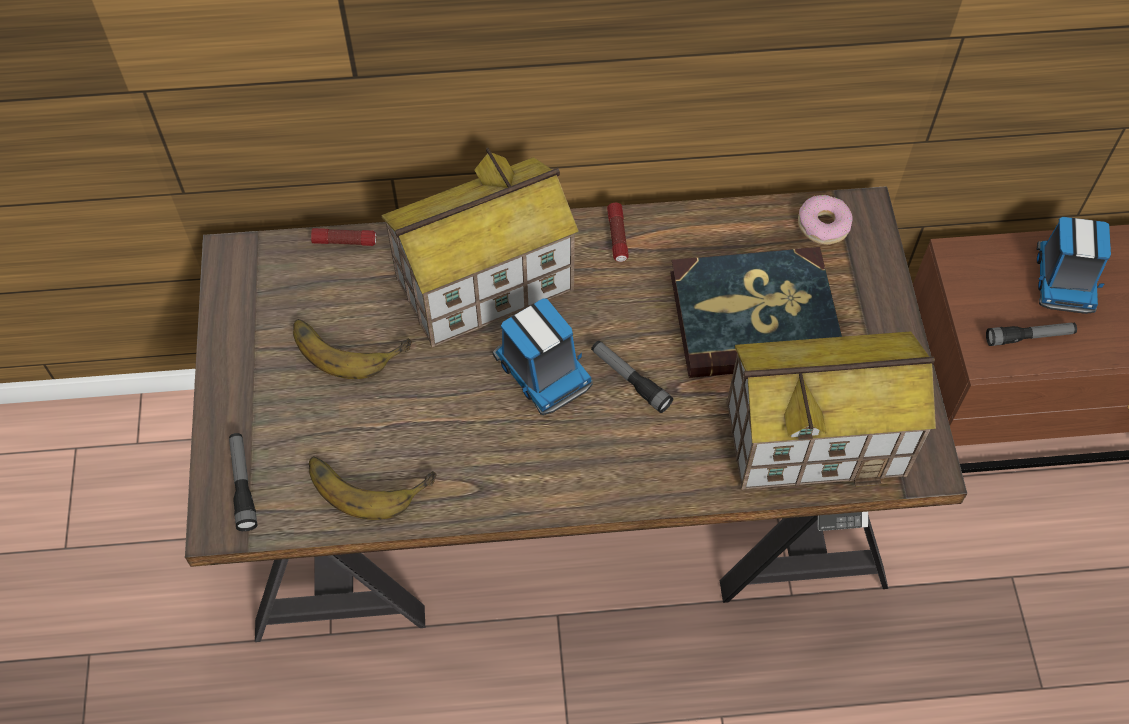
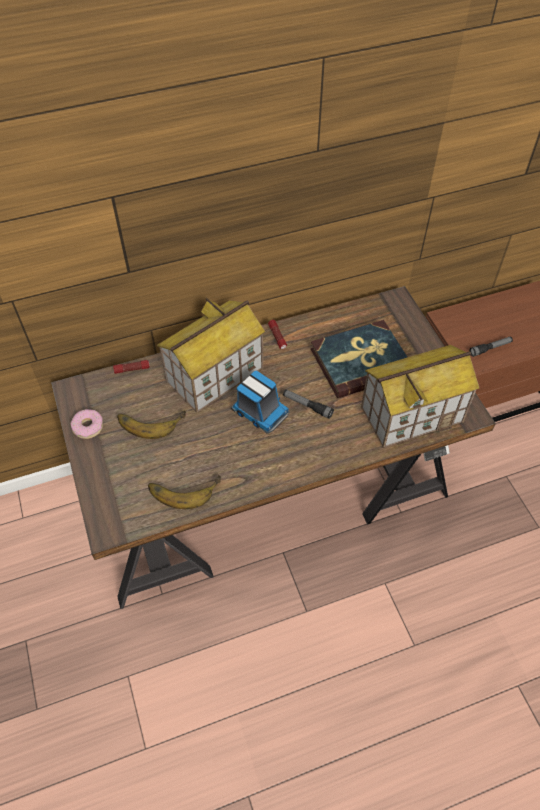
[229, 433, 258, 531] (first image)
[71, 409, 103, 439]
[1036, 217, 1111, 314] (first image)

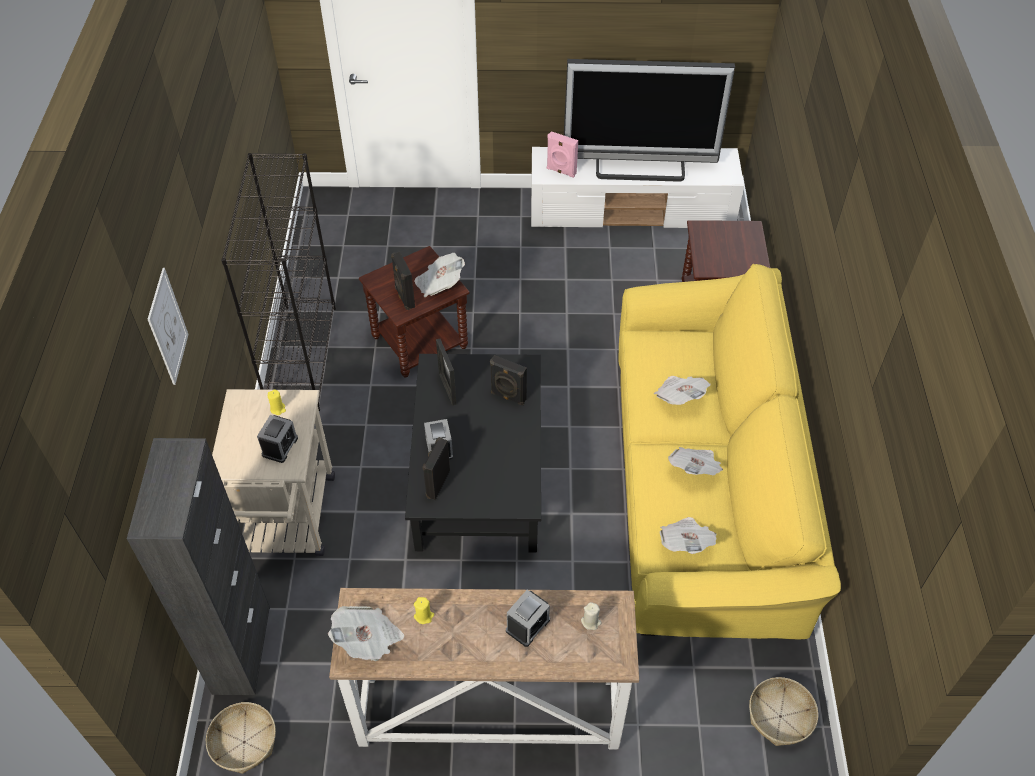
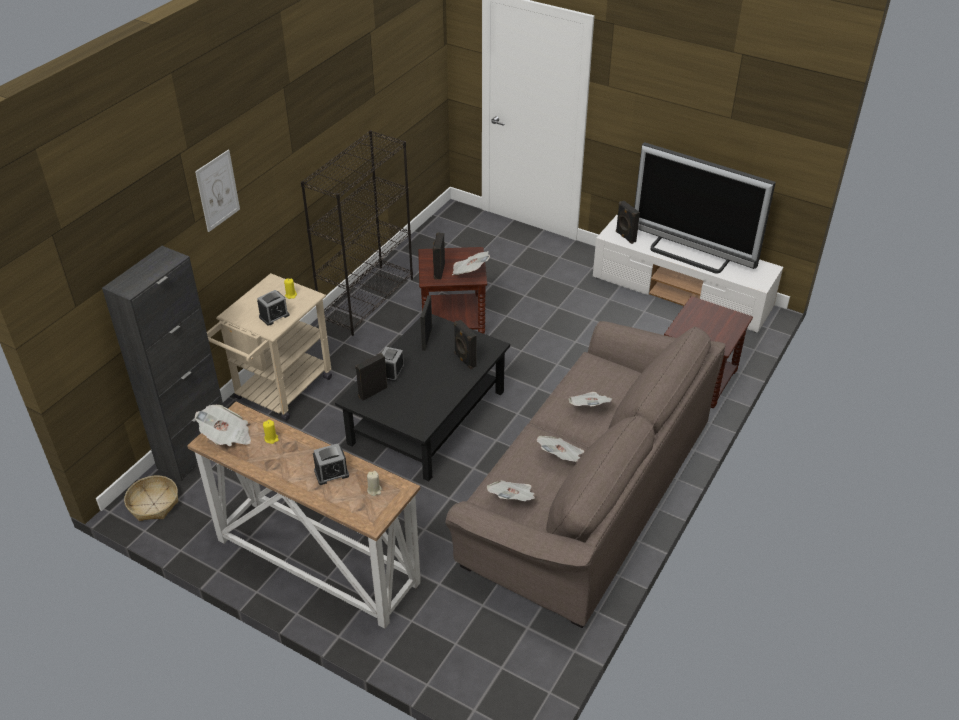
[616, 201, 640, 244]
[446, 321, 726, 628]
[749, 677, 818, 746] (first image)

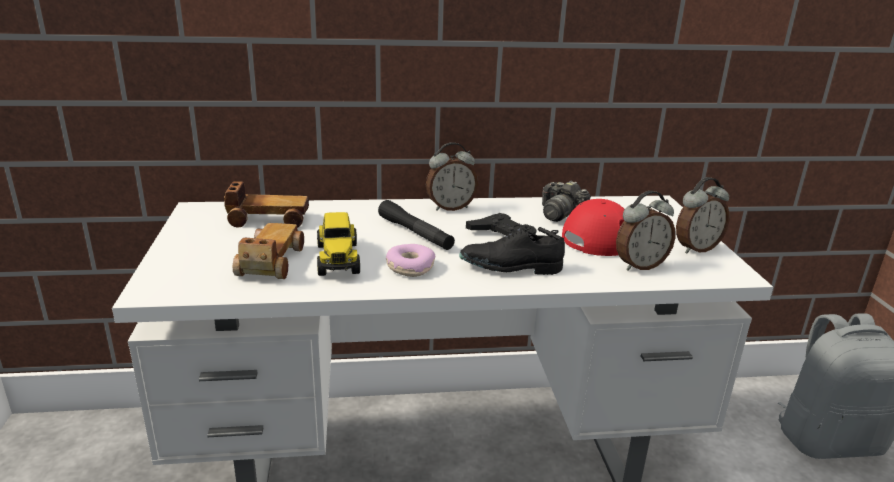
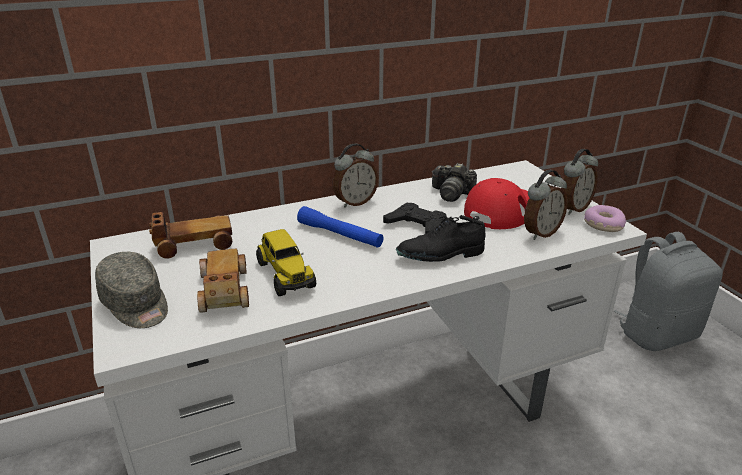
[297, 206, 383, 248]
[584, 205, 626, 232]
[95, 252, 168, 328]

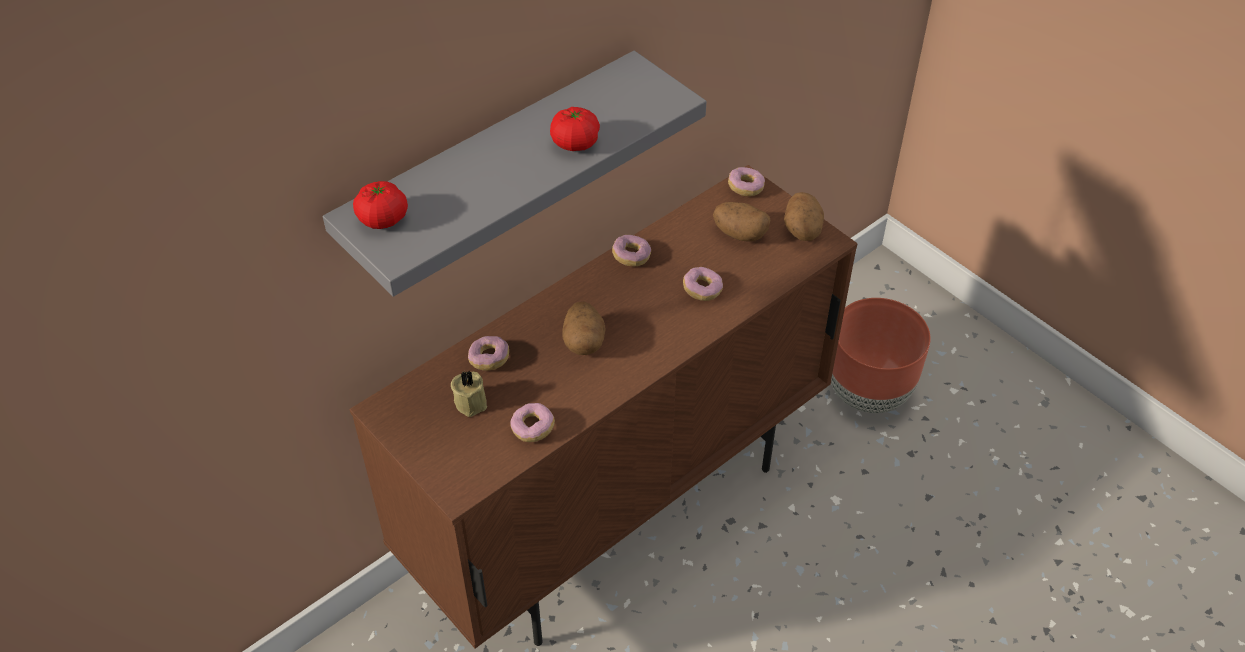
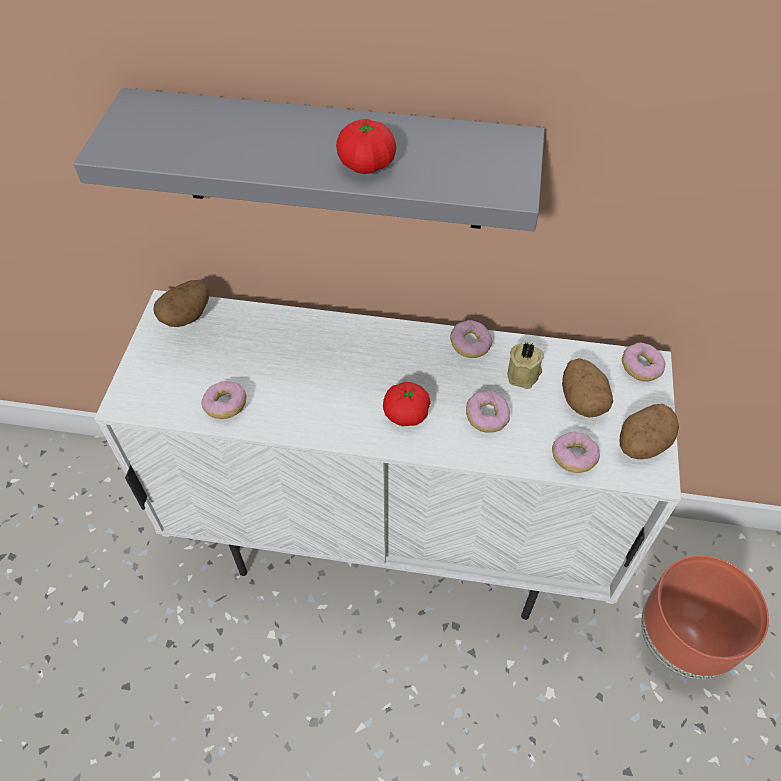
[94, 290, 681, 620]
[383, 382, 431, 426]
[507, 342, 544, 389]
[552, 432, 600, 473]
[153, 280, 210, 327]

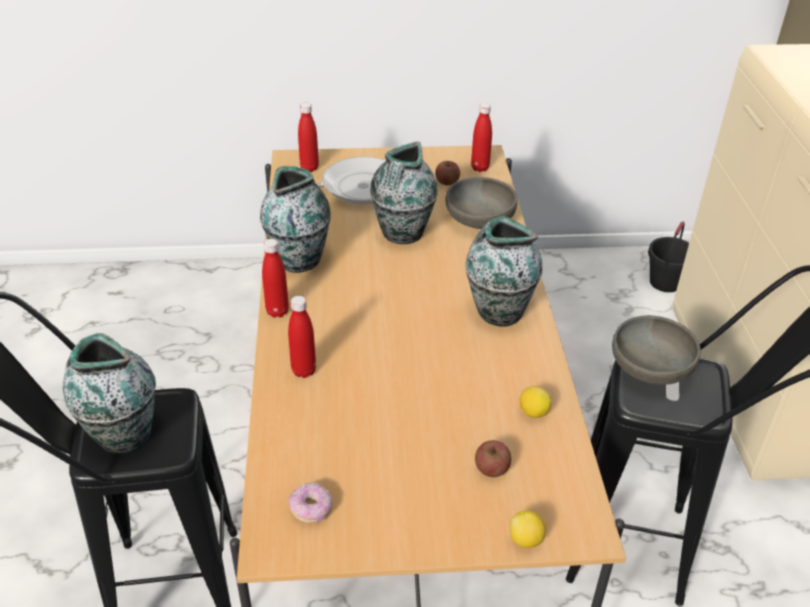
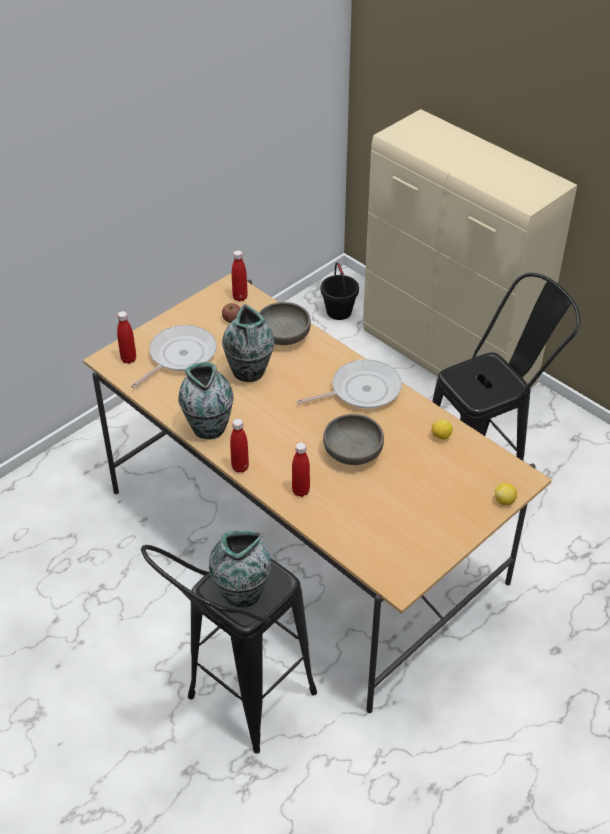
[289, 482, 333, 523] (first image)
[297, 359, 402, 409]
[475, 440, 511, 477] (first image)
[323, 414, 384, 465]

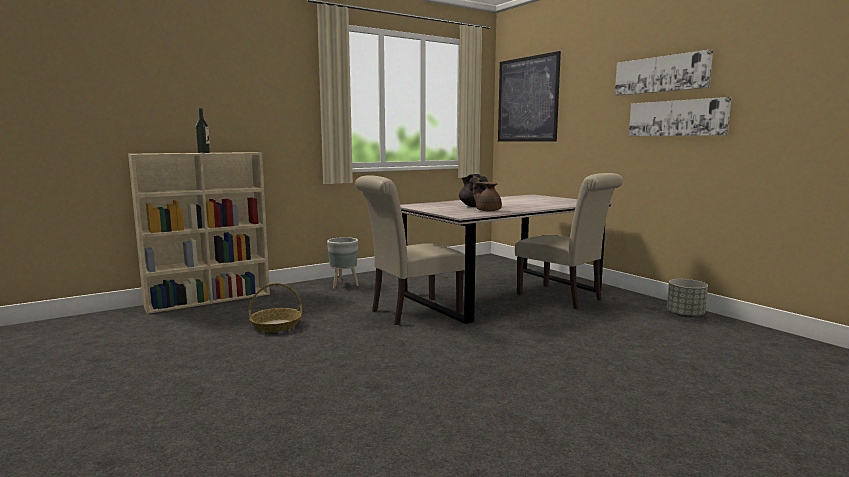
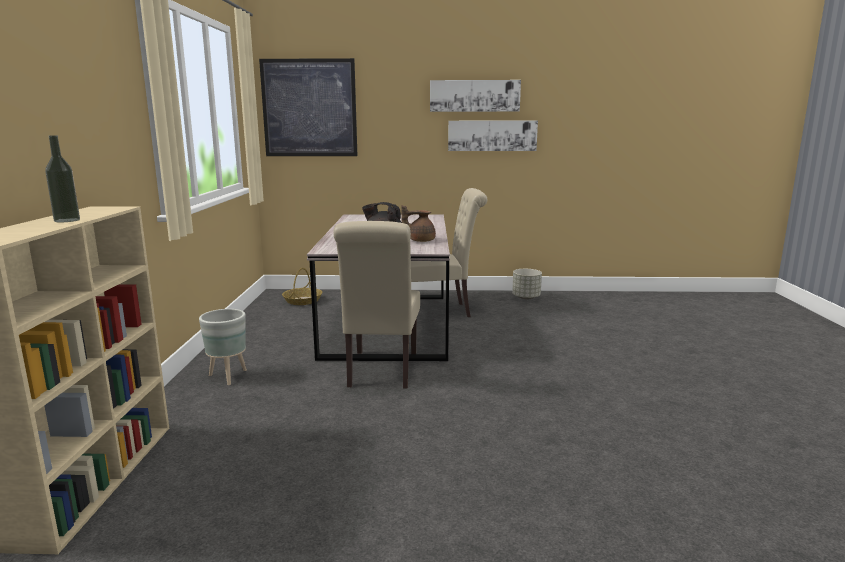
[282, 268, 322, 305]

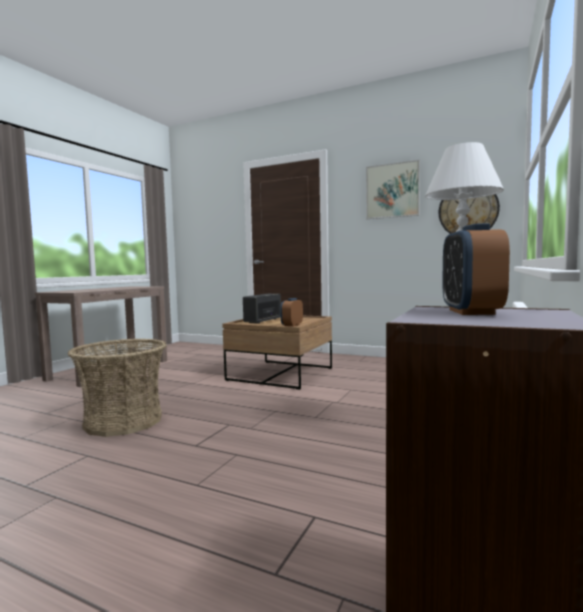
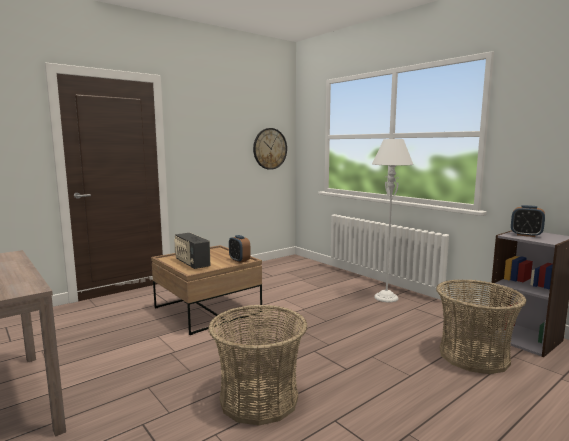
[366, 160, 420, 219] (first image)
[436, 279, 527, 374]

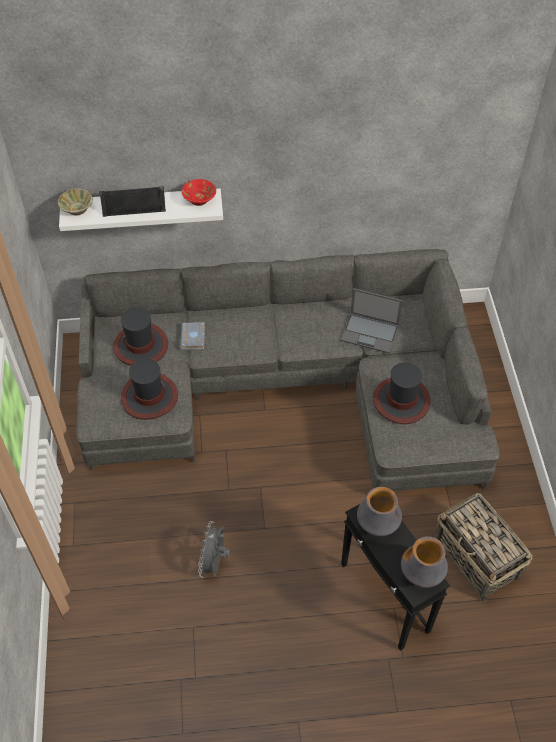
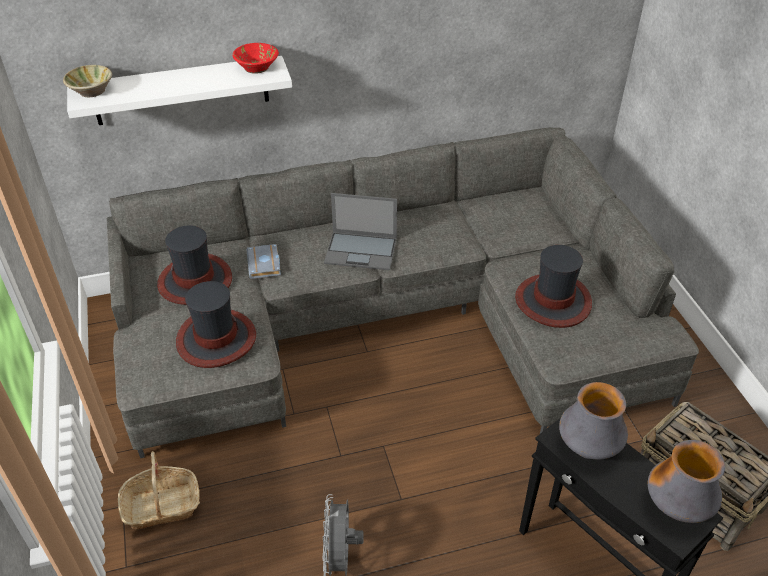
[99, 186, 166, 217] (first image)
[324, 193, 397, 270]
[118, 451, 200, 529]

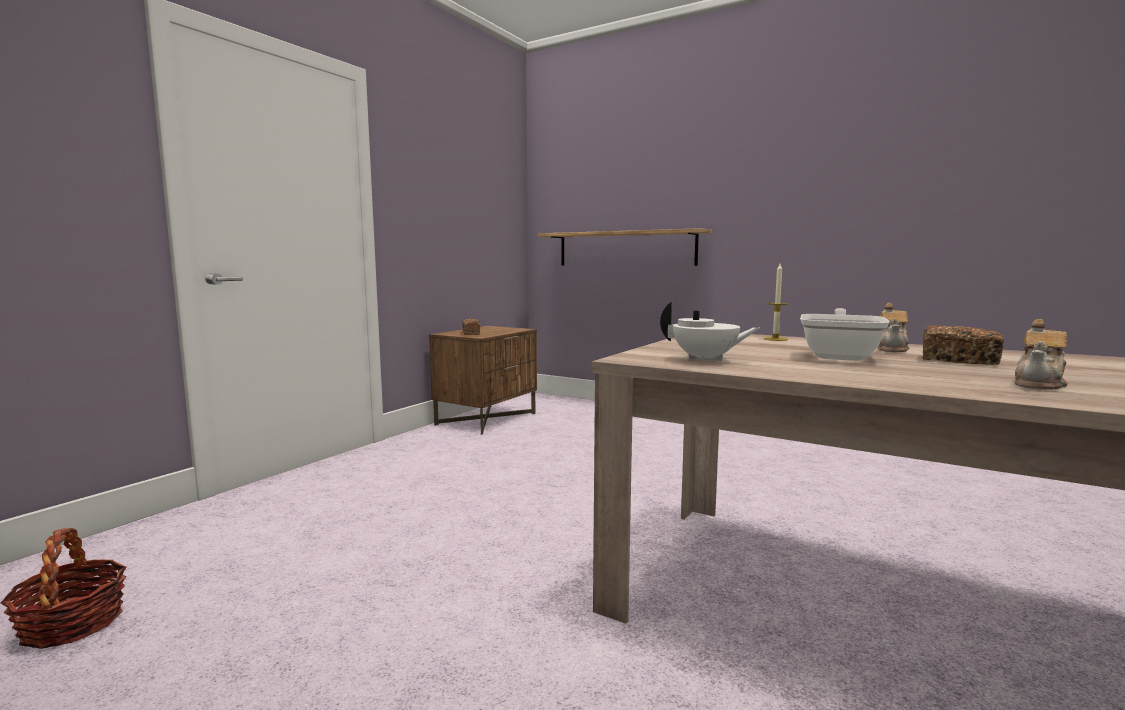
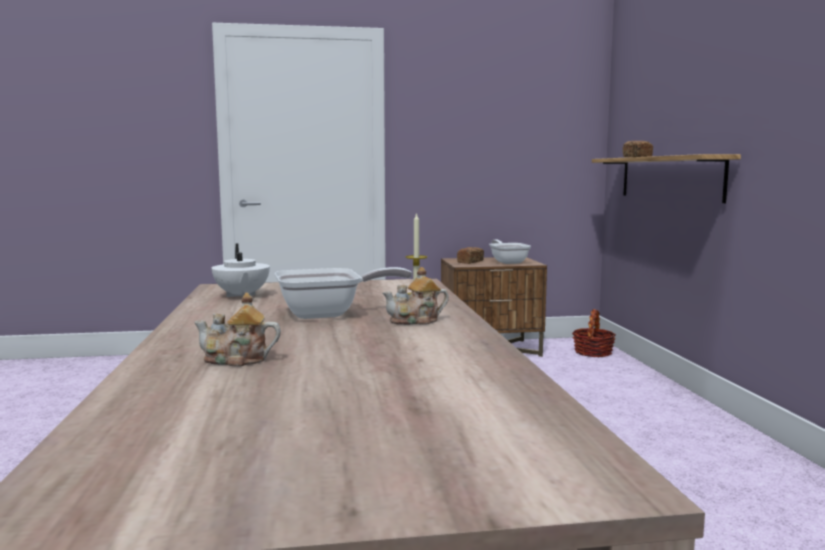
[572, 309, 616, 357]
[623, 141, 653, 157]
[489, 240, 531, 264]

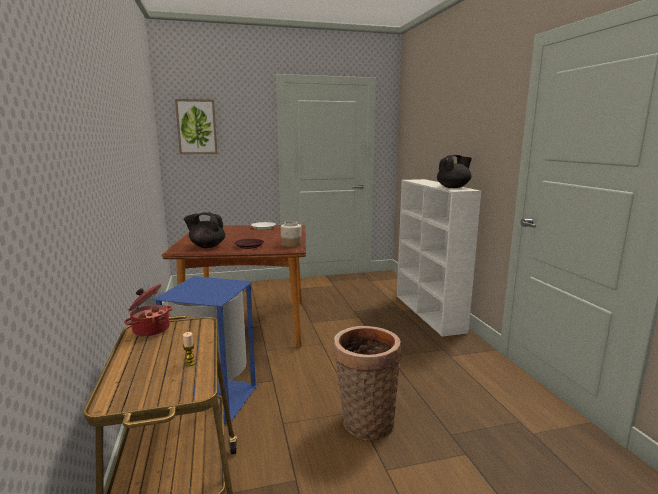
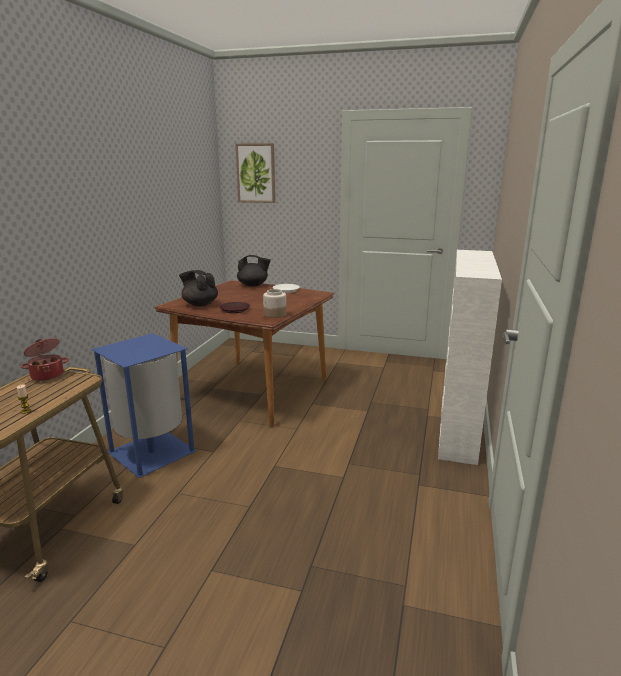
[334, 326, 401, 440] (first image)
[237, 255, 271, 287]

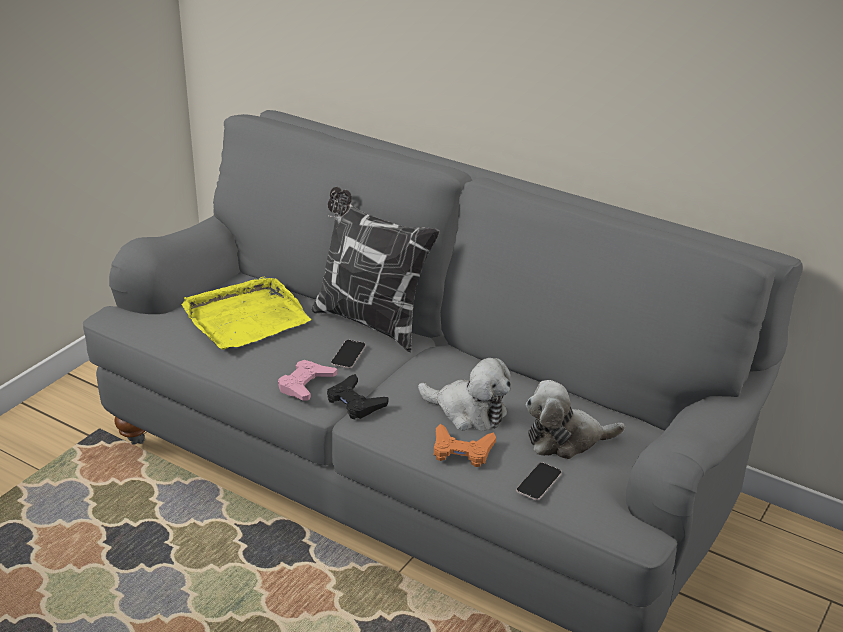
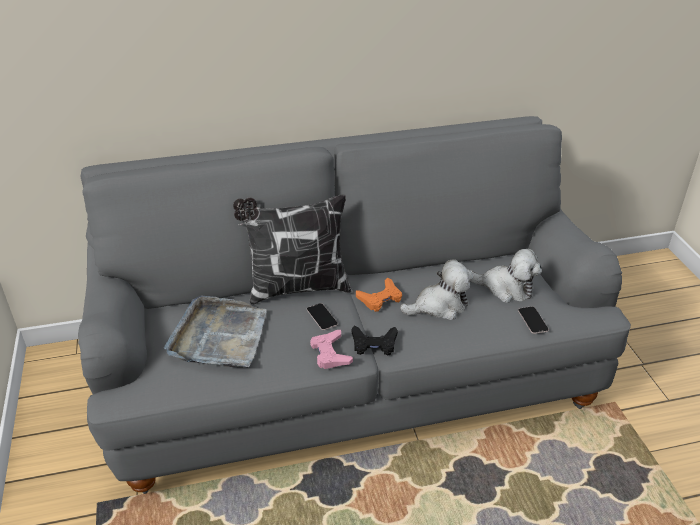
[164, 296, 267, 368]
[356, 278, 402, 312]
[470, 249, 542, 303]

